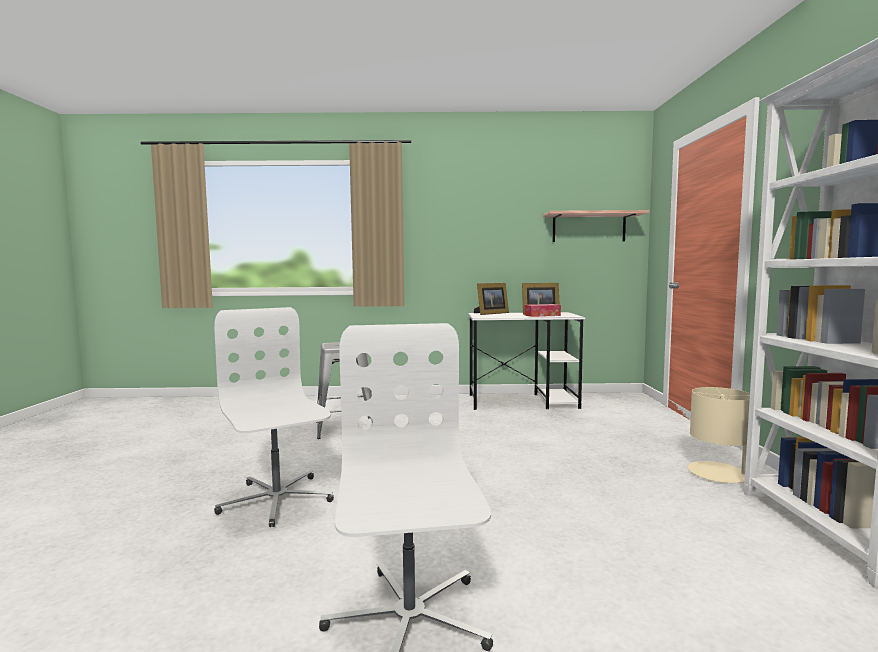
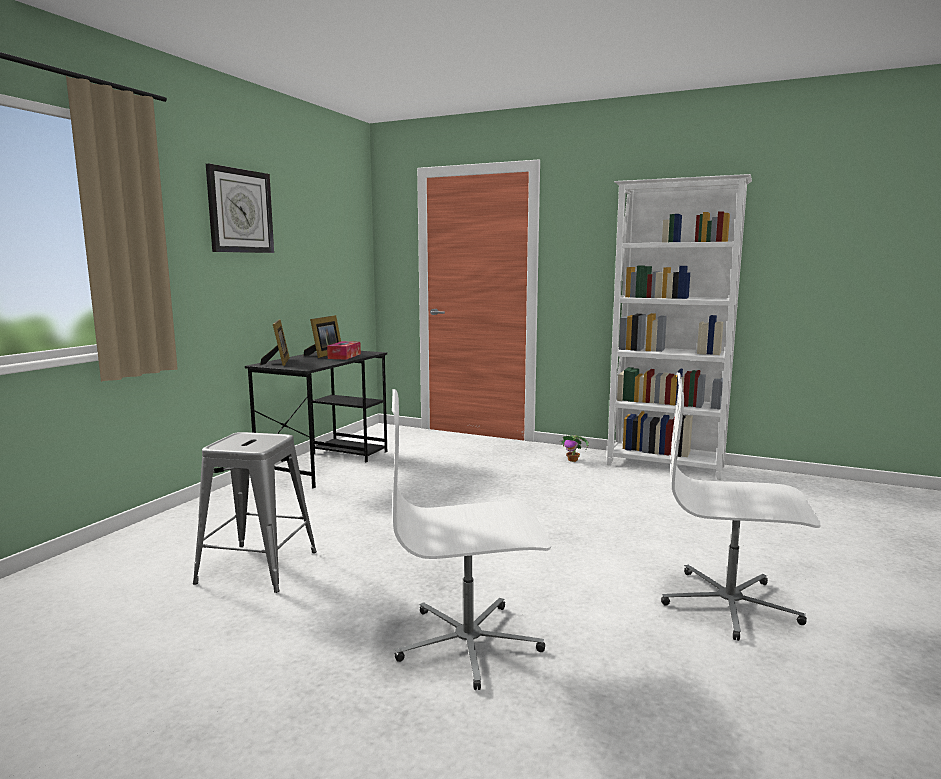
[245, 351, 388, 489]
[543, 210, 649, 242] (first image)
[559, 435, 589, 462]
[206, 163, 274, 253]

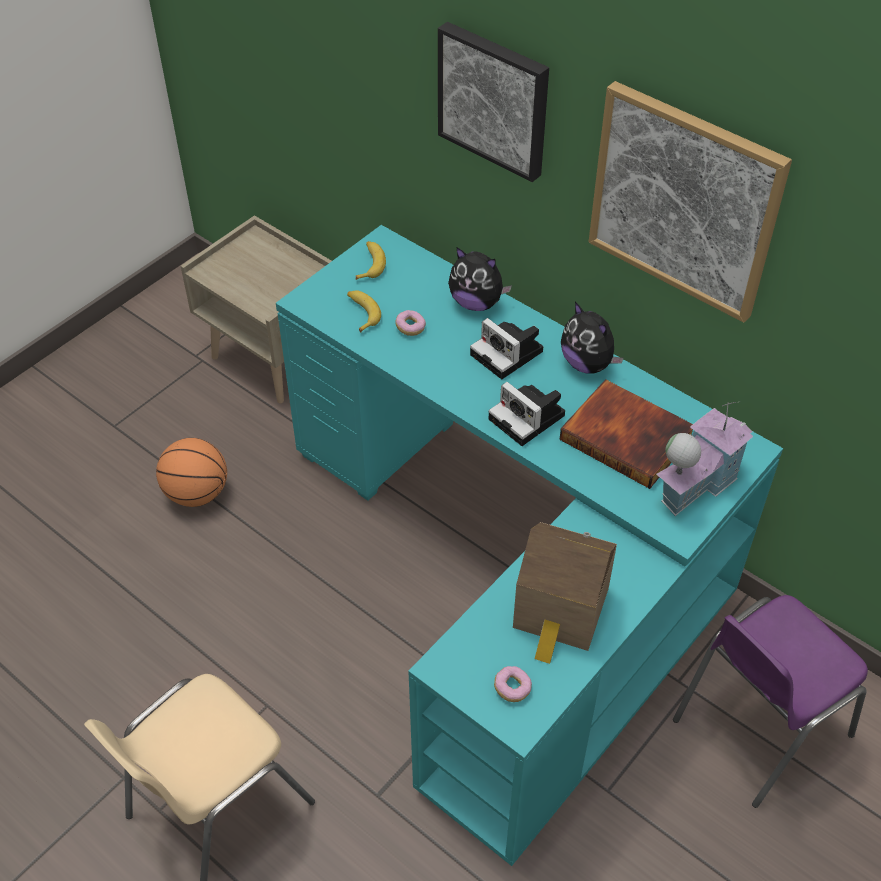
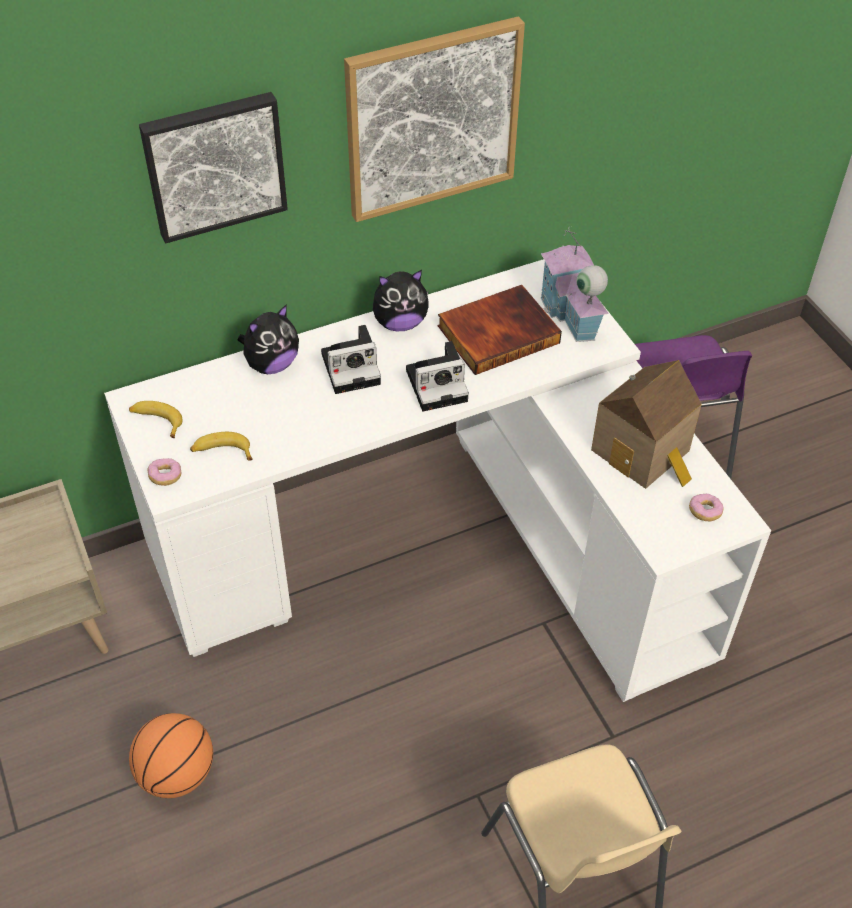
[104, 259, 771, 702]
[147, 458, 182, 486]

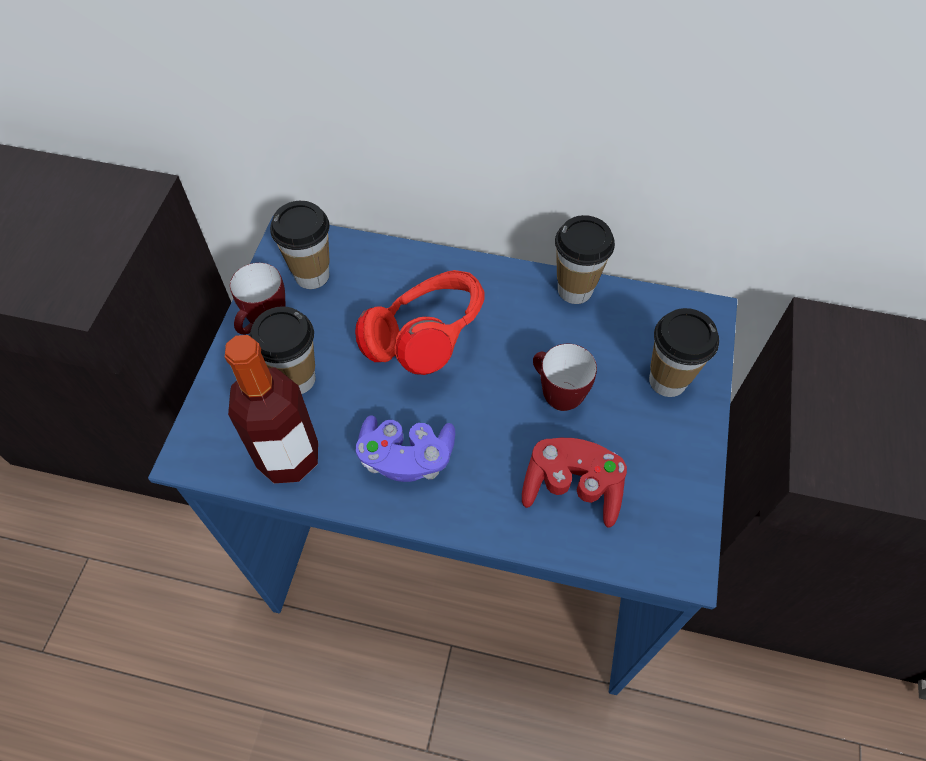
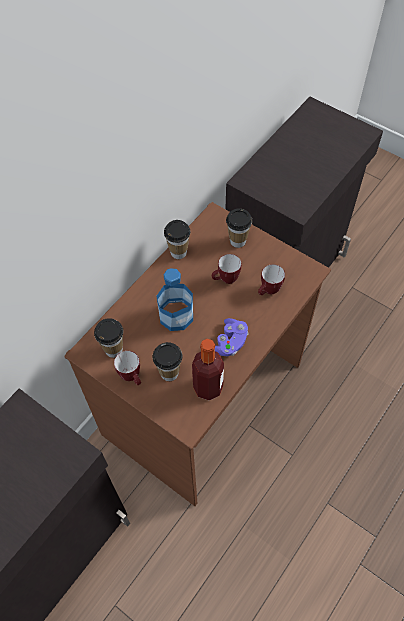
[65, 202, 331, 506]
[157, 268, 193, 331]
[258, 264, 285, 295]

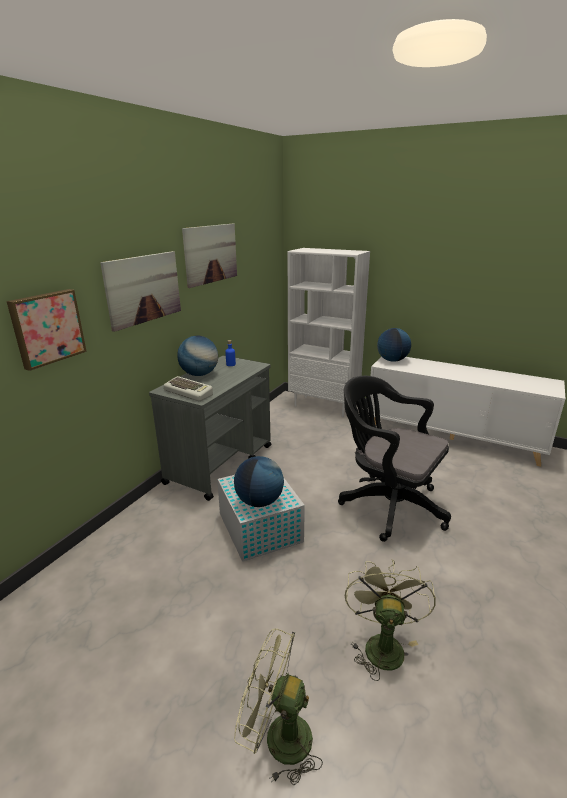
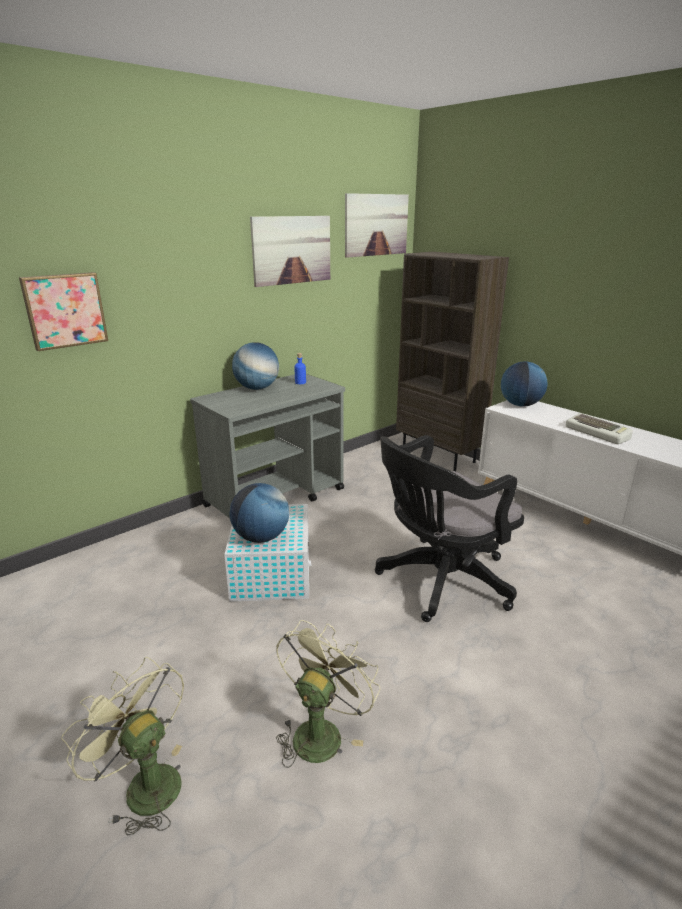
[345, 193, 409, 258]
[566, 413, 633, 444]
[396, 252, 509, 471]
[375, 435, 524, 622]

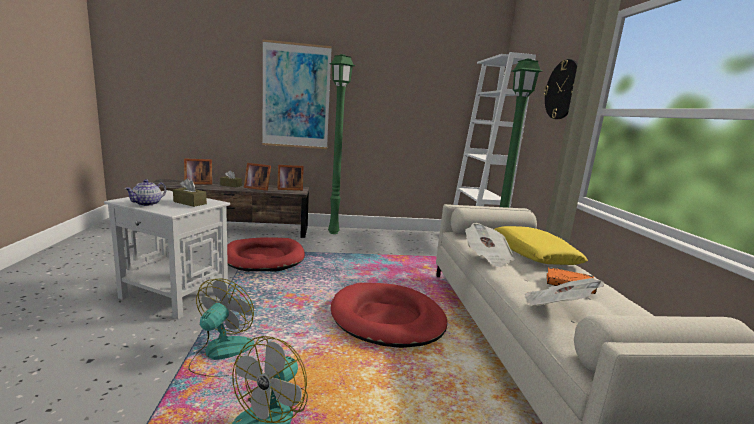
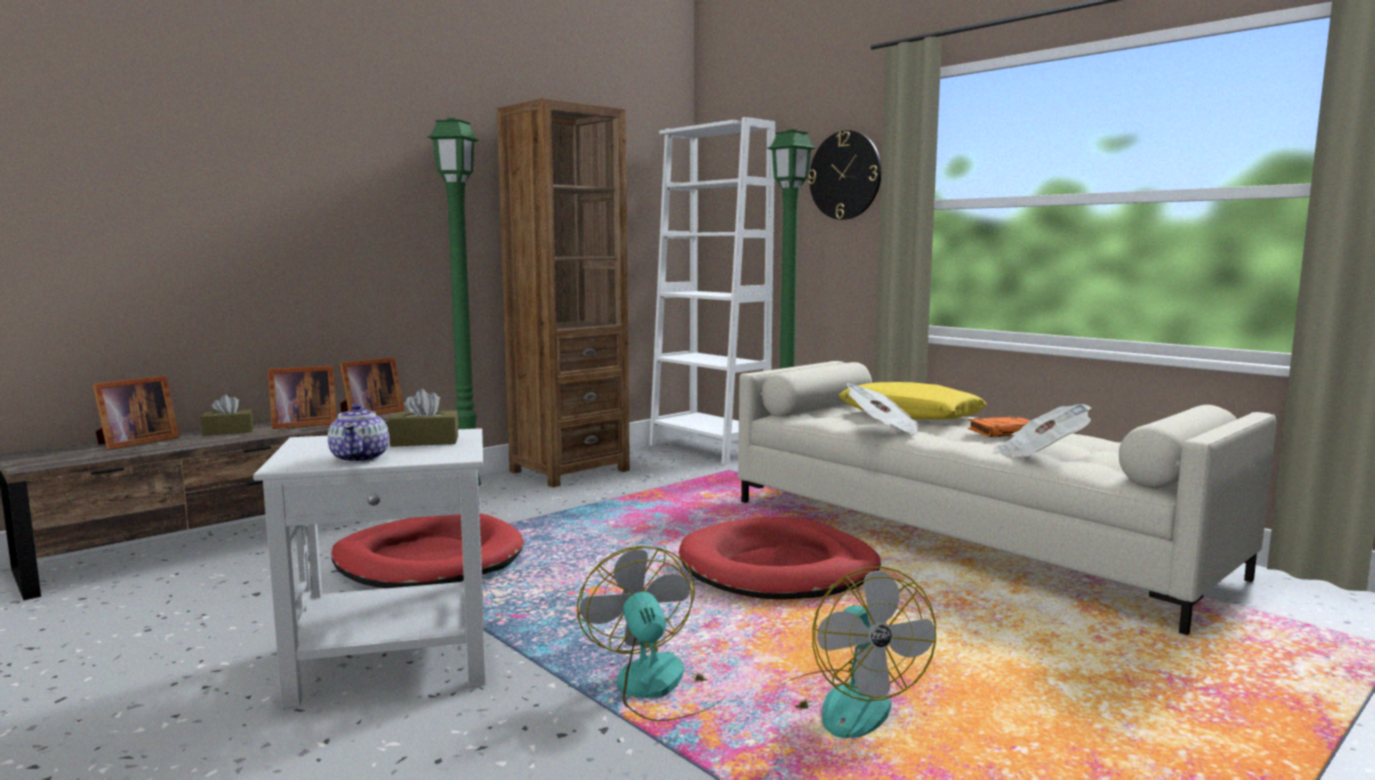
[262, 39, 332, 149] (first image)
[497, 98, 630, 488]

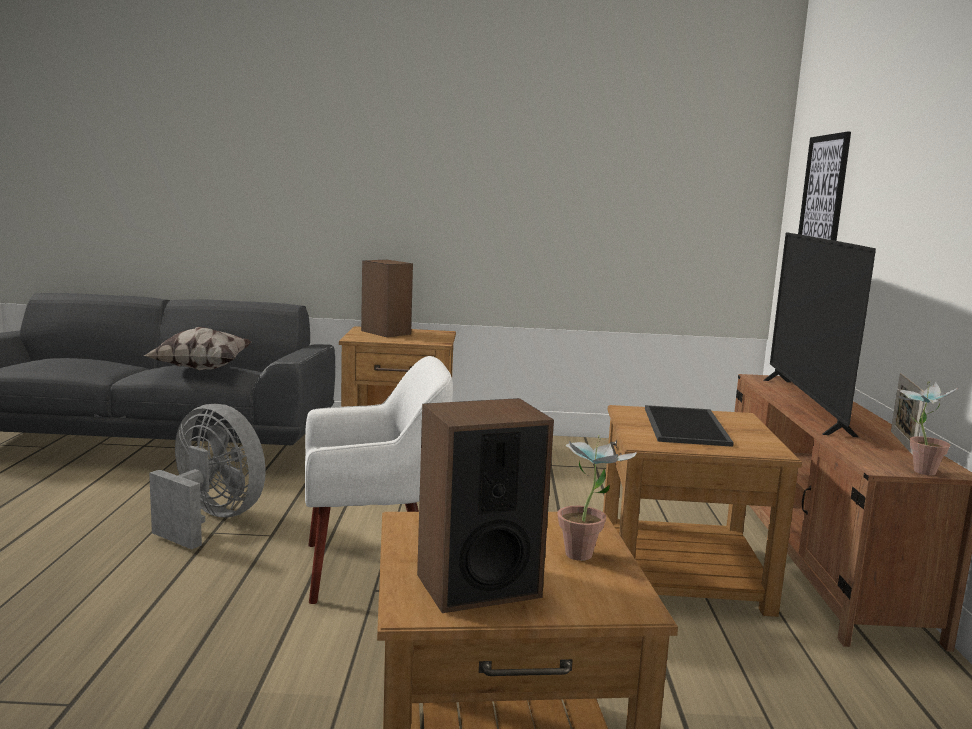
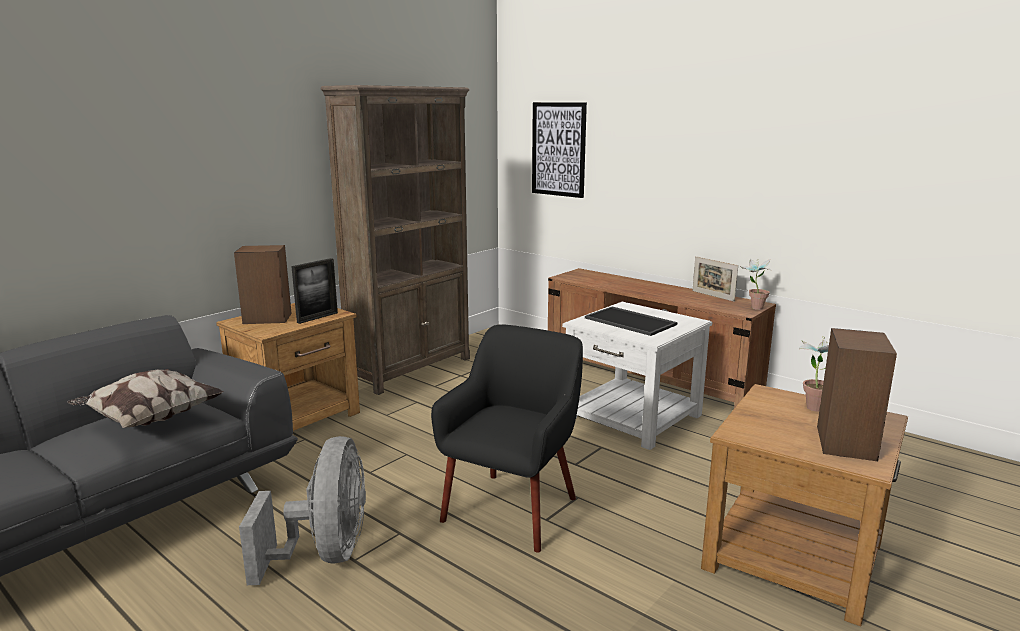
[239, 436, 366, 585]
[431, 324, 583, 553]
[562, 302, 713, 450]
[763, 233, 876, 437] (first image)
[291, 258, 338, 324]
[321, 85, 470, 395]

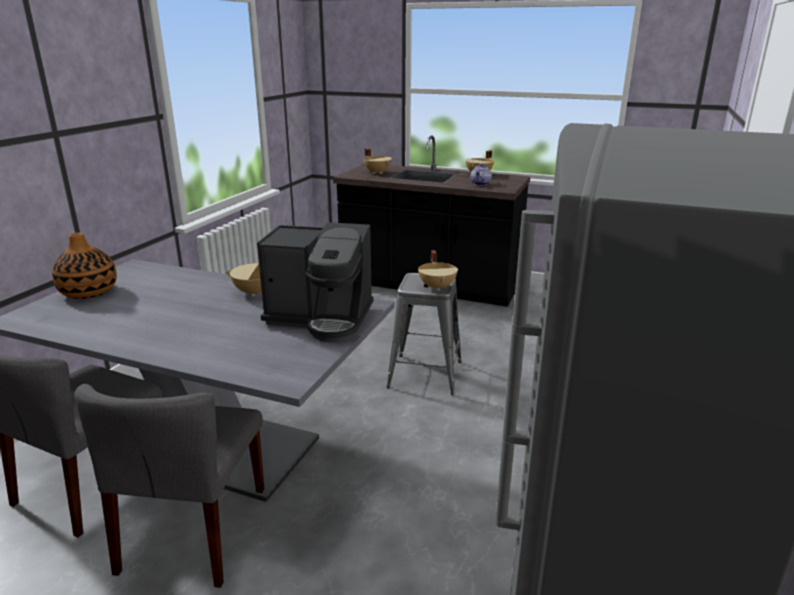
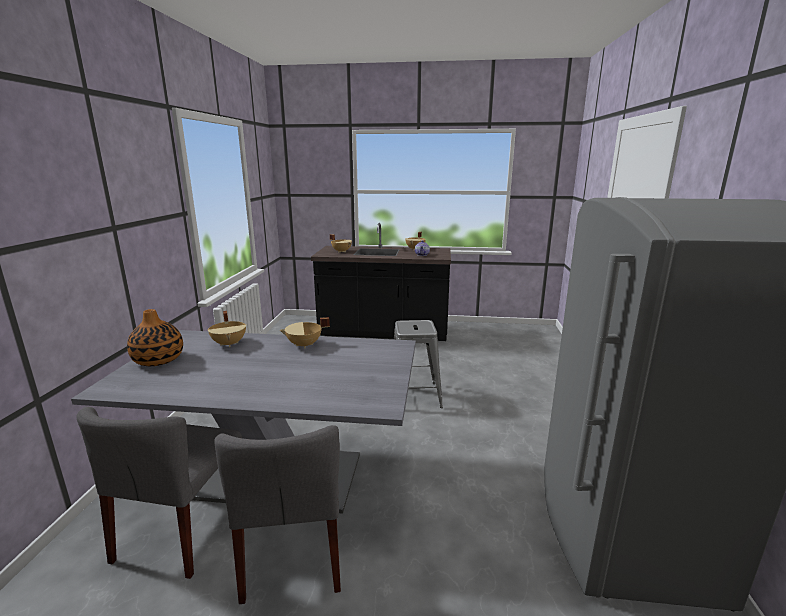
[257, 222, 374, 342] (first image)
[208, 311, 246, 347]

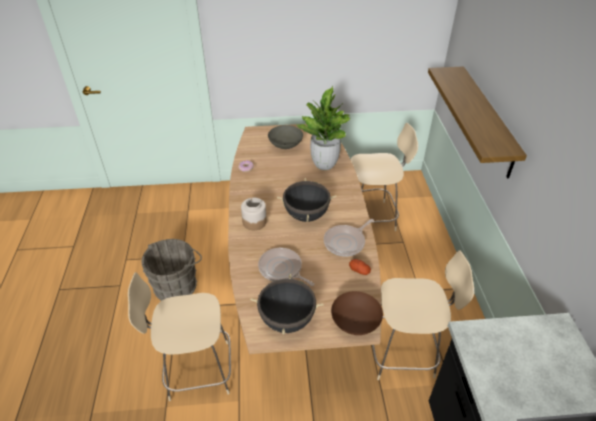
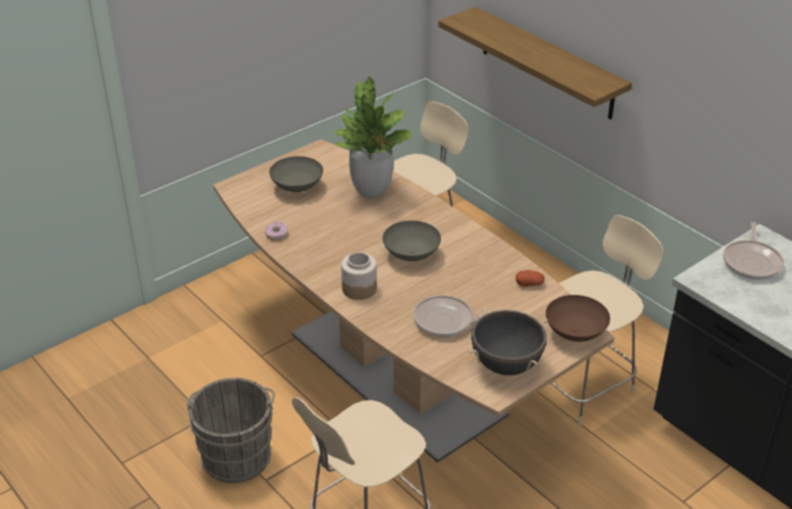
[383, 221, 441, 261]
[723, 222, 784, 279]

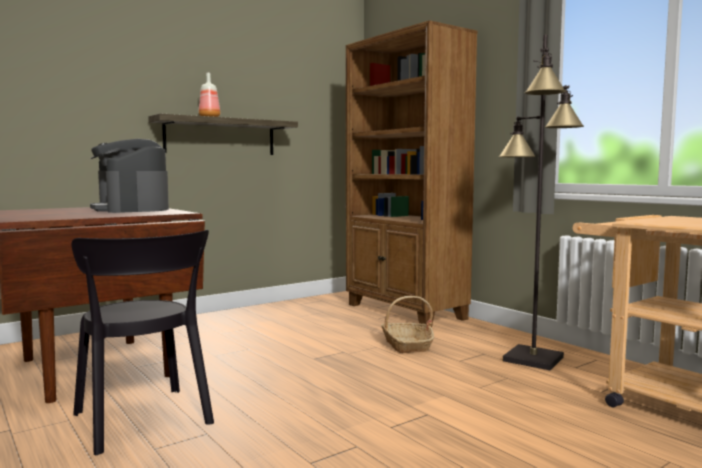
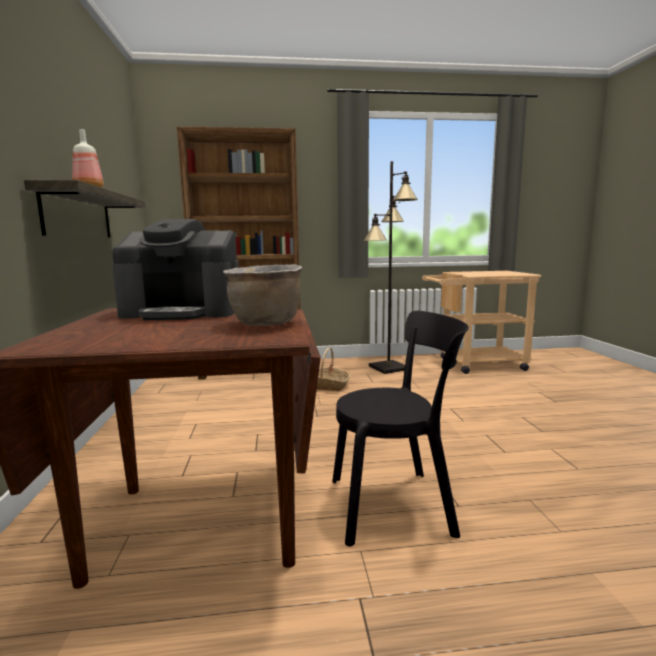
[223, 264, 302, 326]

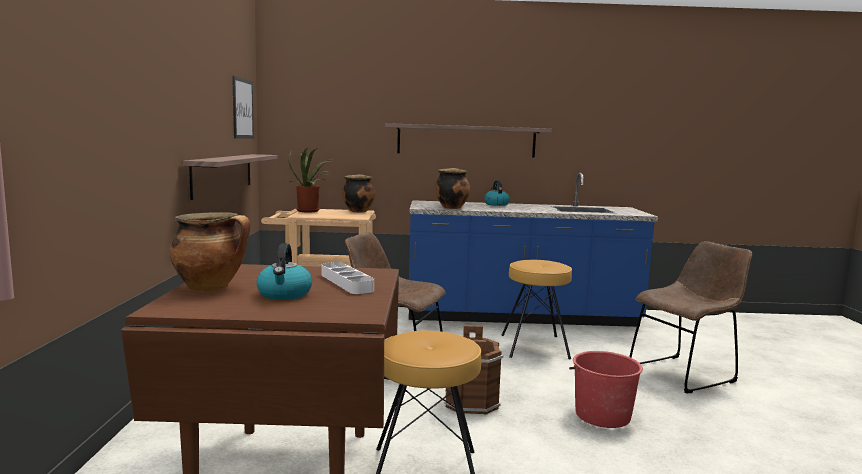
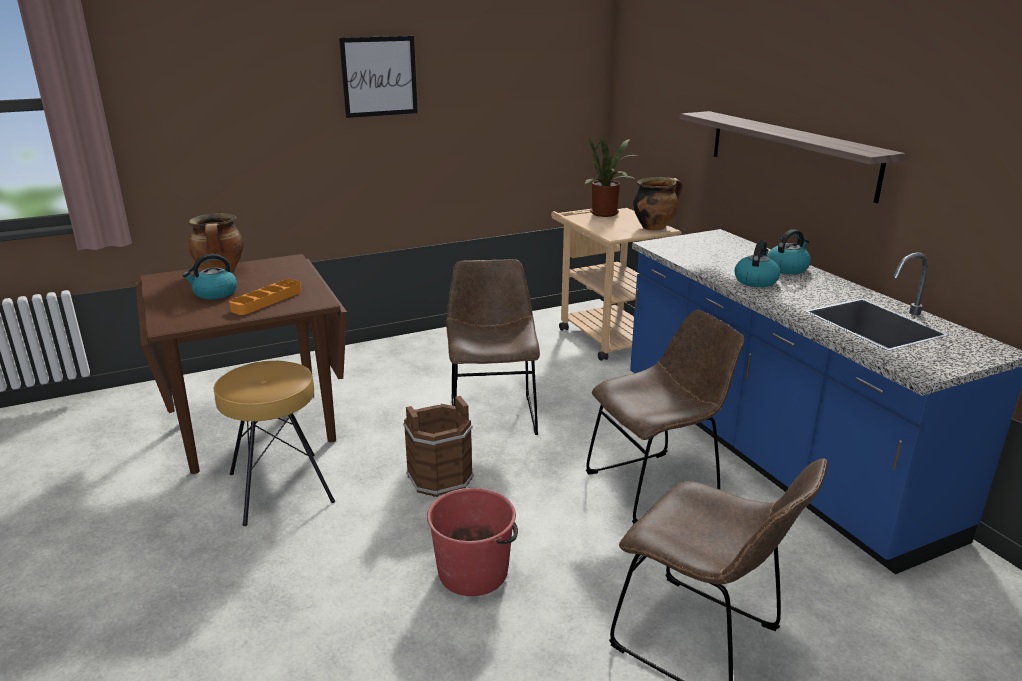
[183, 154, 278, 200] (first image)
[339, 36, 418, 118]
[229, 279, 301, 315]
[435, 168, 470, 209] (first image)
[586, 310, 744, 524]
[734, 240, 781, 287]

